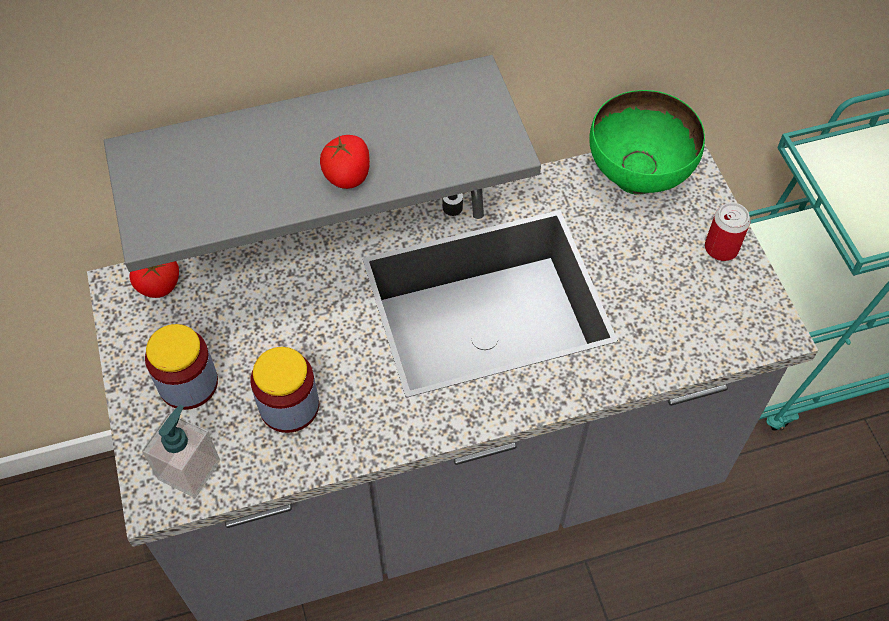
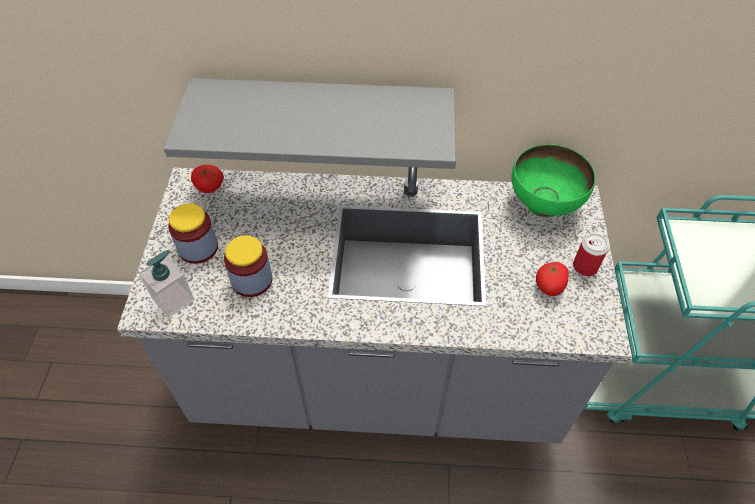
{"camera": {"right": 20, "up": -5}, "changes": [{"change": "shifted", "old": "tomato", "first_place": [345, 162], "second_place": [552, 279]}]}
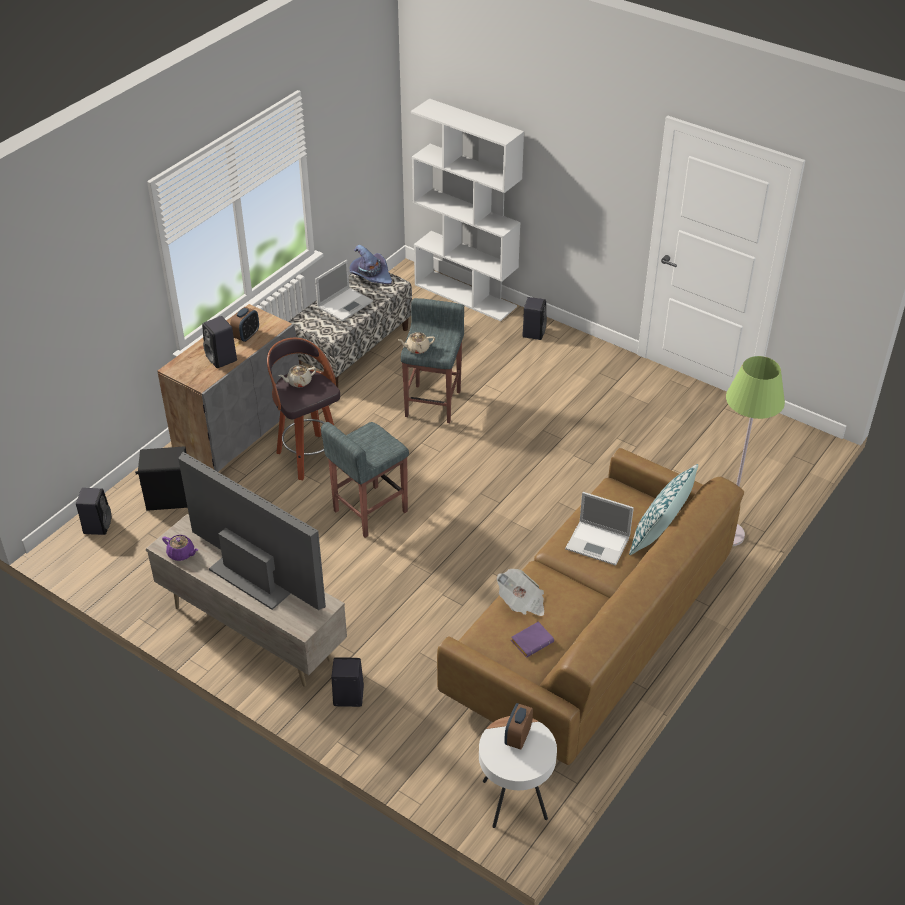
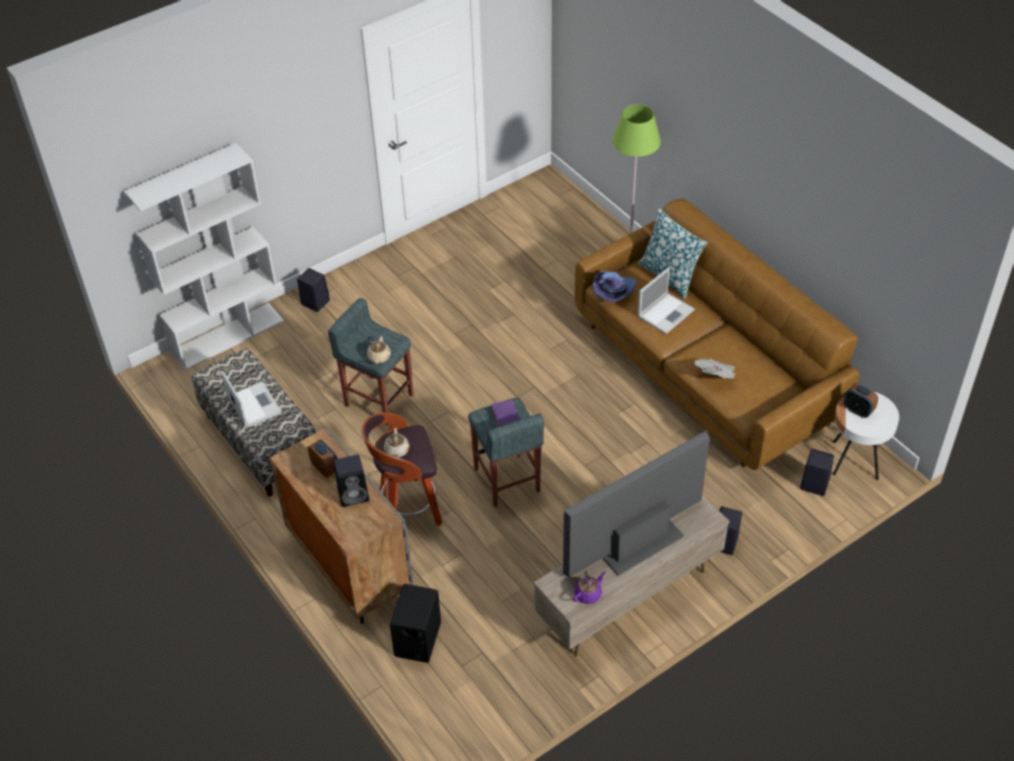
{"camera": {"right": -70, "up": 5}, "changes": [{"change": "shifted", "old": "blackish speaker", "first_place": [94, 511], "second_place": [817, 472]}, {"change": "shifted", "old": "purple hat", "first_place": [371, 265], "second_place": [615, 286]}, {"change": "shifted", "old": "purple bound book", "first_place": [532, 640], "second_place": [505, 413]}]}
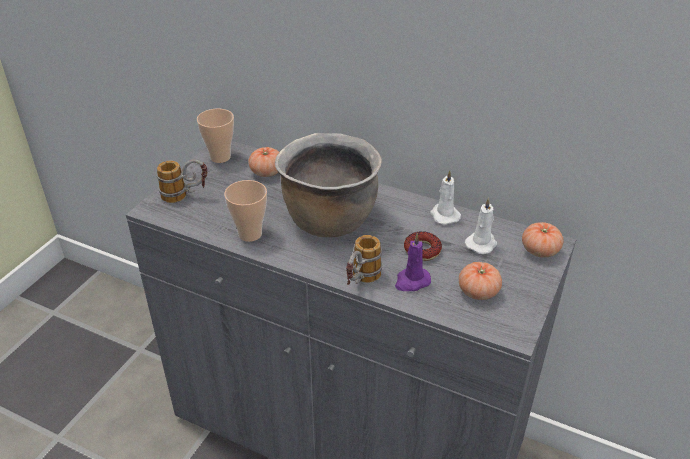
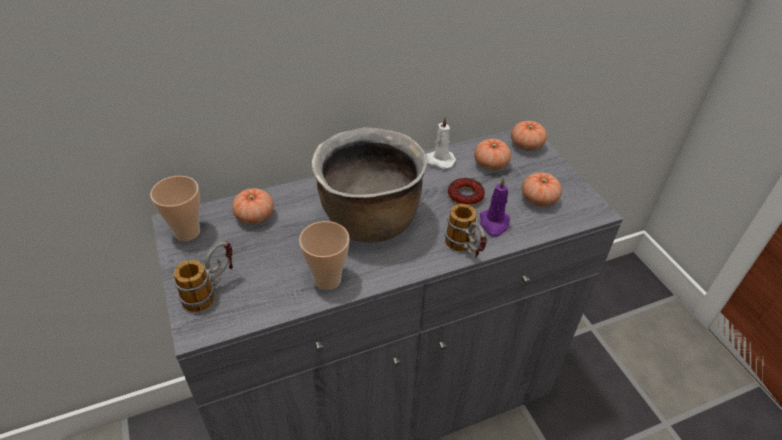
{"camera": {"right": -50, "up": 5}, "changes": [{"change": "swapped", "old": "whitish wax light", "new": "tomato", "first_place": [481, 226], "second_place": [492, 154]}]}
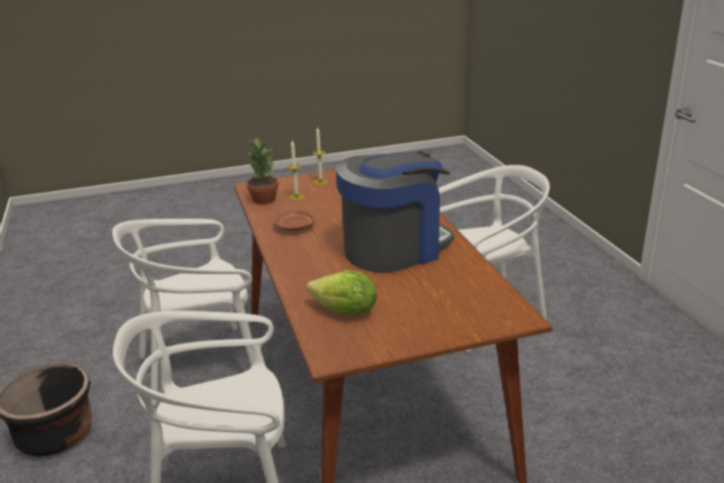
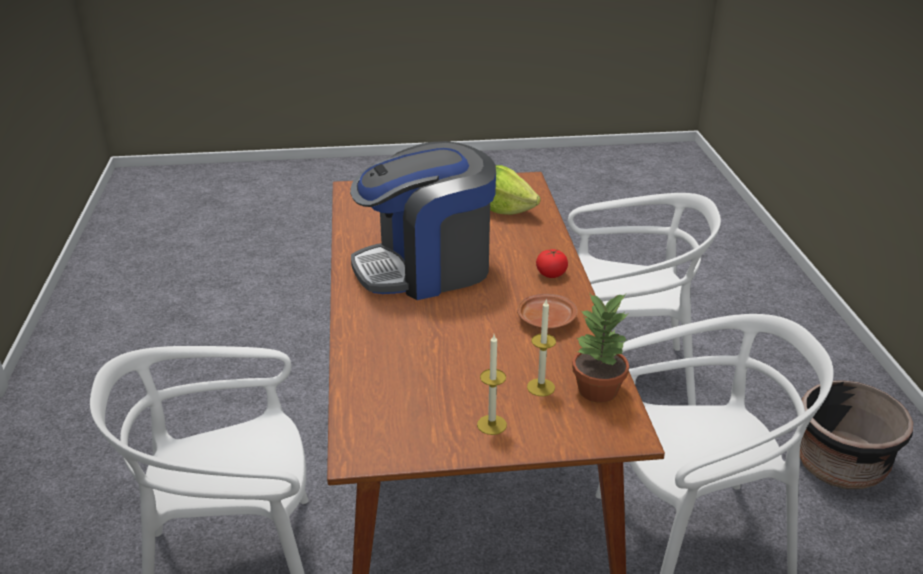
{"camera": {"right": -170, "up": 5}, "changes": [{"change": "new", "new": "tomato", "second_place": [552, 263]}]}
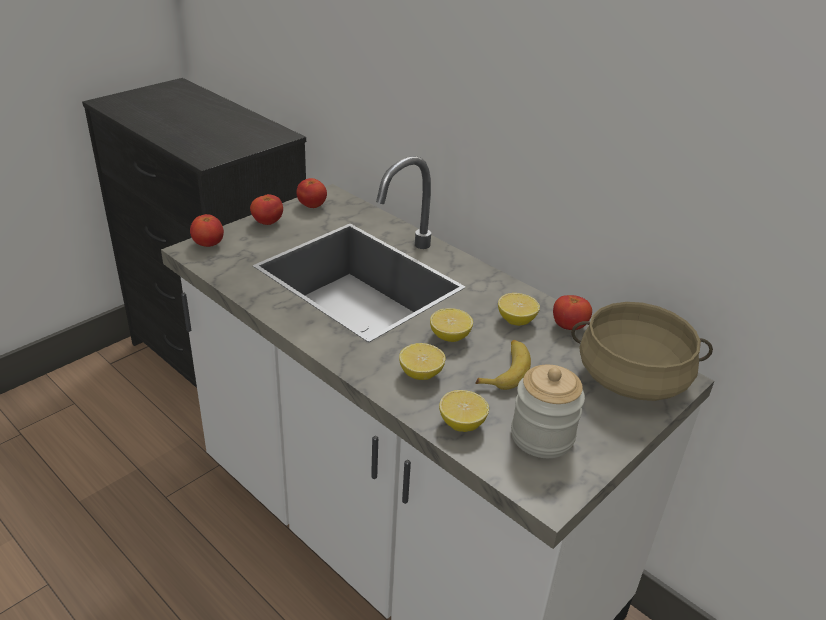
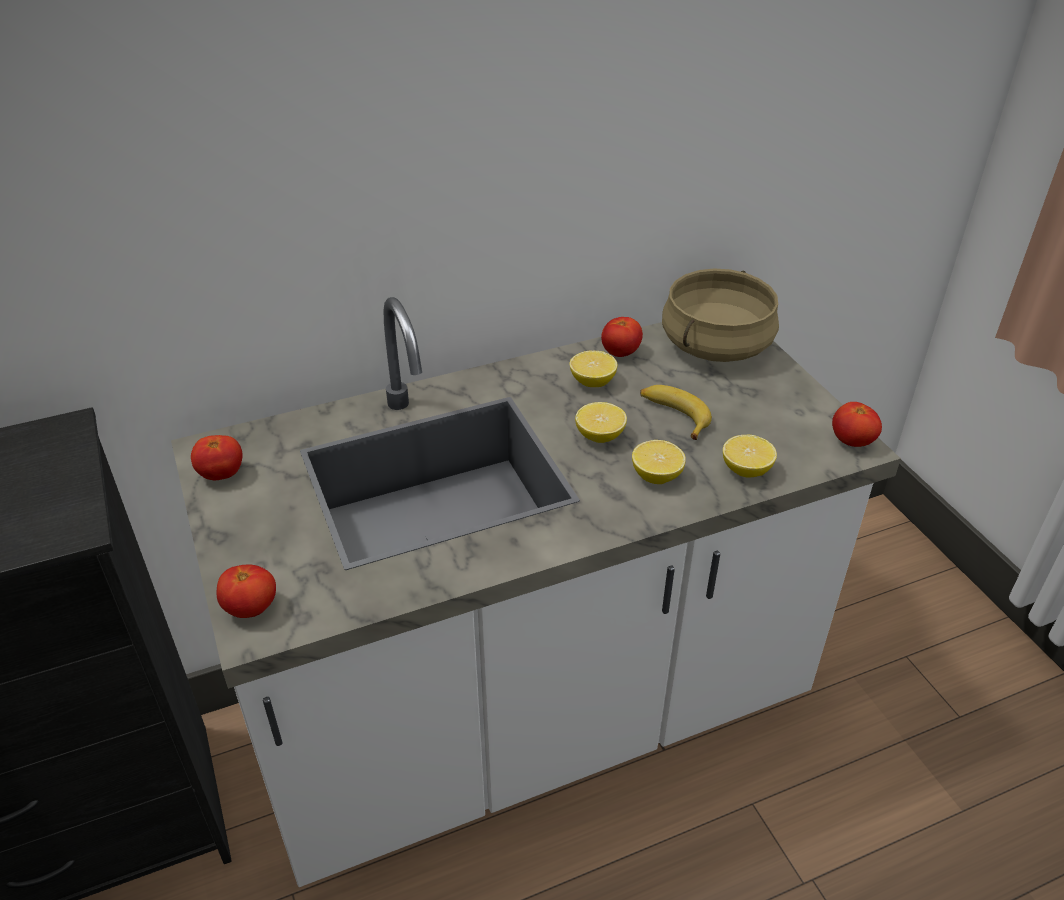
{"camera": {"right": -65, "up": 5}, "changes": [{"change": "shifted", "old": "tomato", "first_place": [266, 209], "second_place": [857, 424]}, {"change": "gone", "old": "preserve jar", "first_place": [548, 411]}]}
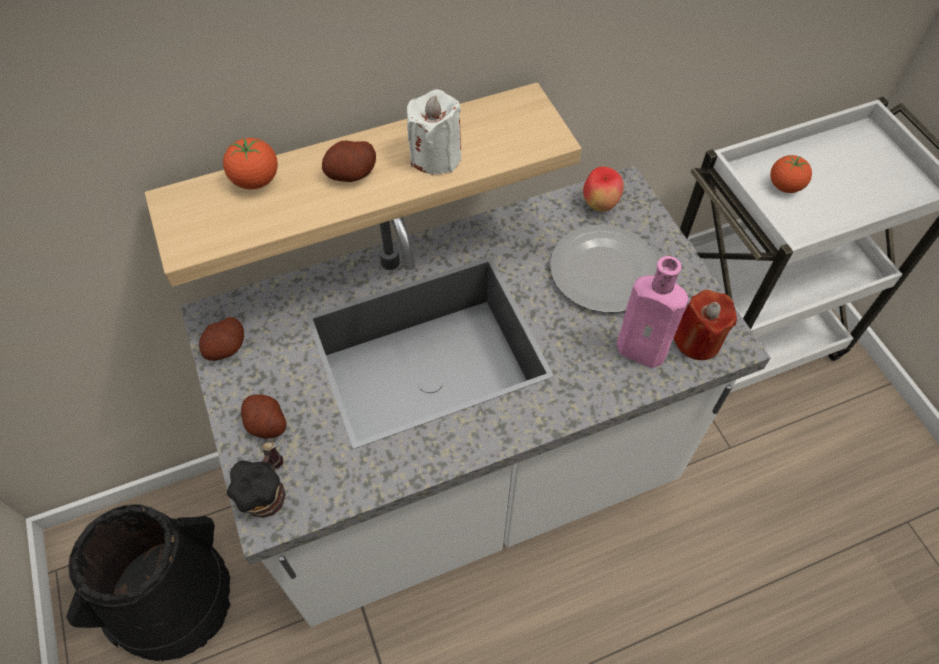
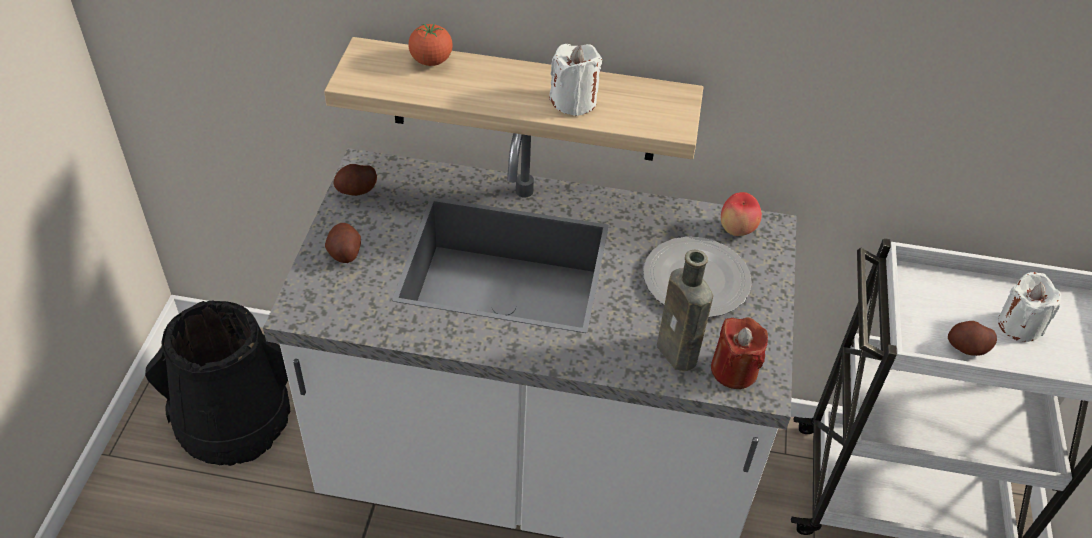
{"camera": {"right": 30, "up": -10}, "changes": [{"change": "gone", "old": "tea mug", "first_place": [256, 479]}, {"change": "shifted", "old": "spud", "first_place": [349, 161], "second_place": [972, 338]}, {"change": "repainted", "old": "pinkish drink bottle", "new": "brownish drink bottle", "first_place": [652, 312], "second_place": [685, 310]}, {"change": "gone", "old": "tomato", "first_place": [791, 174]}, {"change": "new", "new": "whitish wax light", "second_place": [1029, 307]}]}
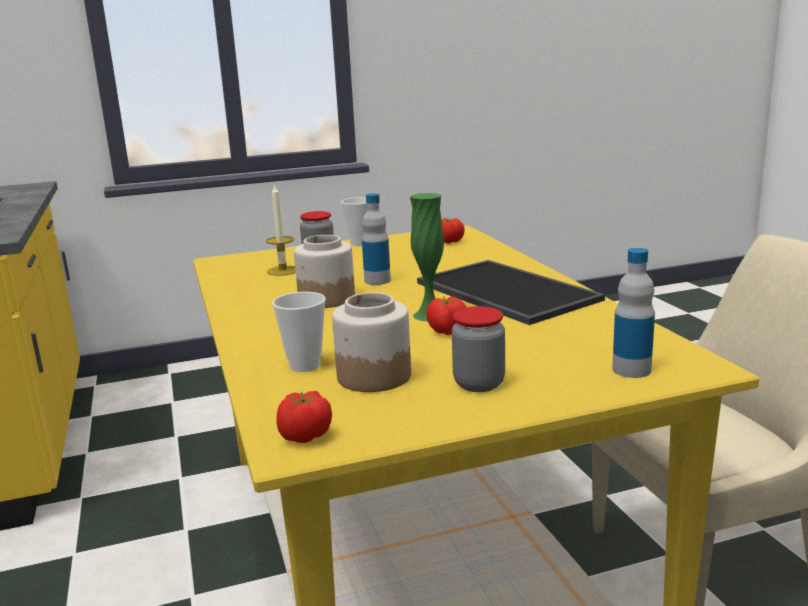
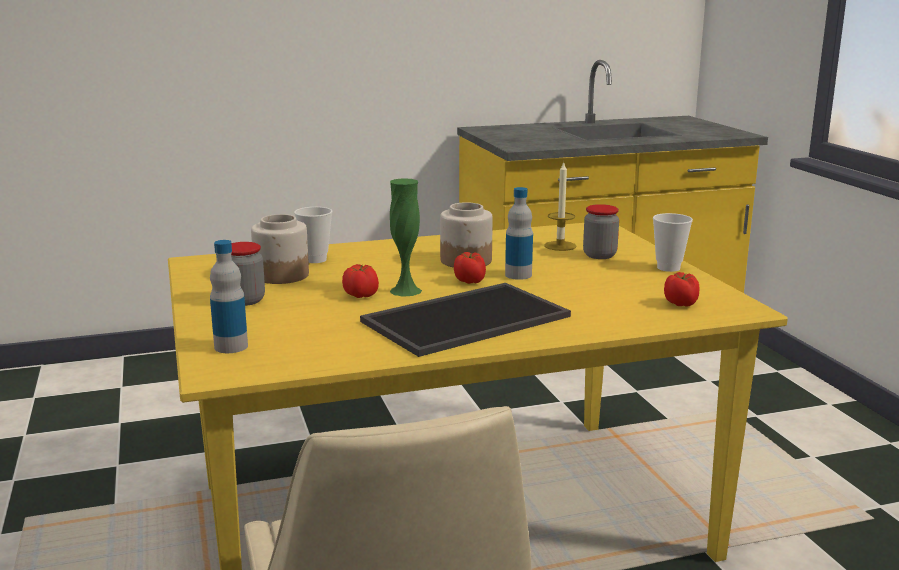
{"camera": {"right": 90, "up": 0}, "changes": [{"change": "shifted", "old": "tomato", "first_place": [304, 417], "second_place": [470, 268]}]}
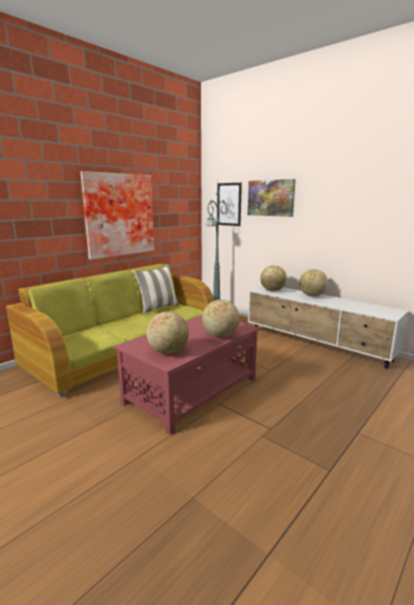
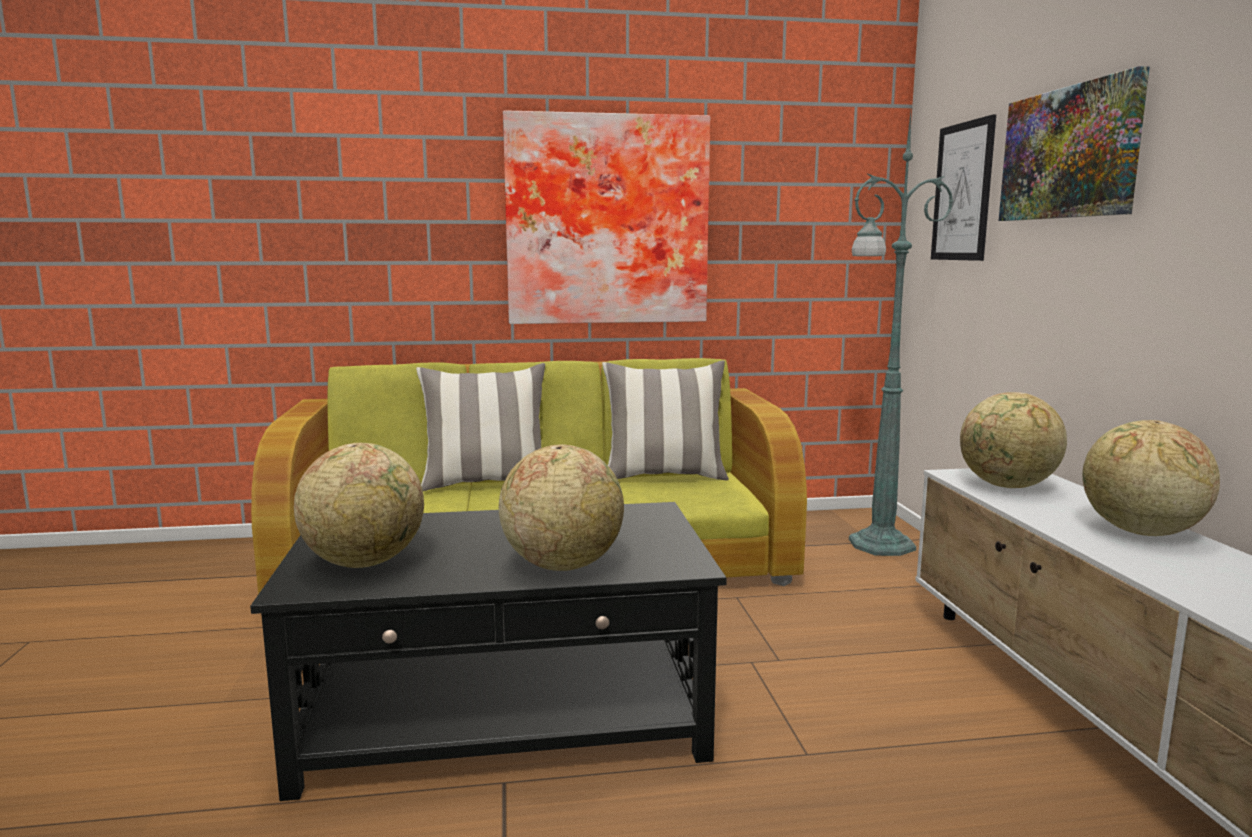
{"camera": {"right": 40, "up": -5}, "changes": [{"change": "repainted", "old": "reddish lounge table", "new": "blackish lounge table", "first_place": [187, 375], "second_place": [488, 651]}, {"change": "new", "new": "cushion", "second_place": [480, 427]}]}
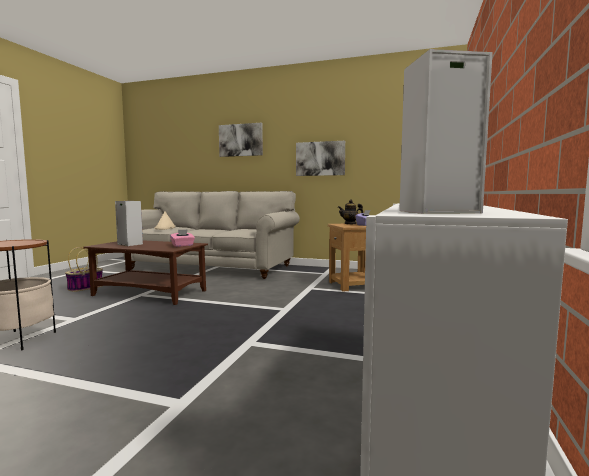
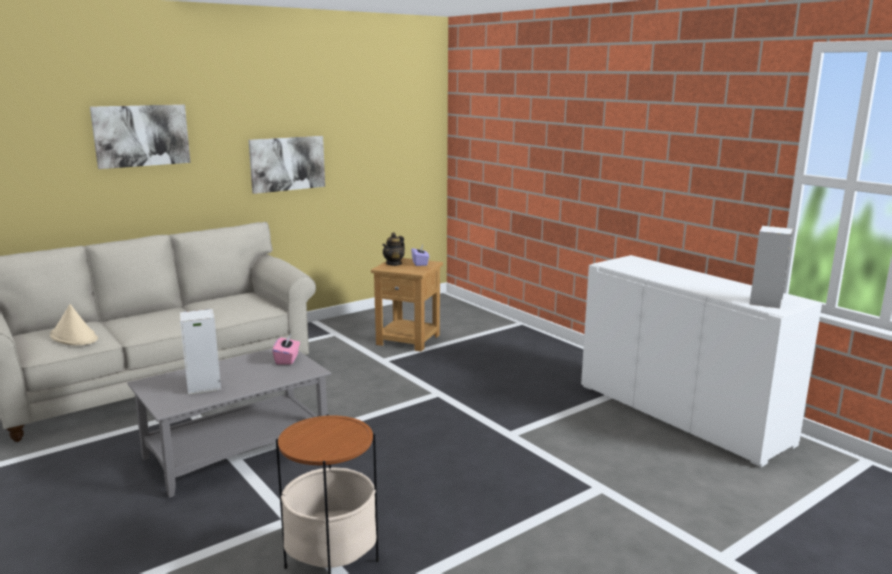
{"camera": {"right": -55, "up": 10}, "changes": [{"change": "gone", "old": "storage basket", "first_place": [84, 269]}, {"change": "repainted", "old": "brownish lounge table", "new": "gray lounge table", "first_place": [145, 272], "second_place": [229, 423]}]}
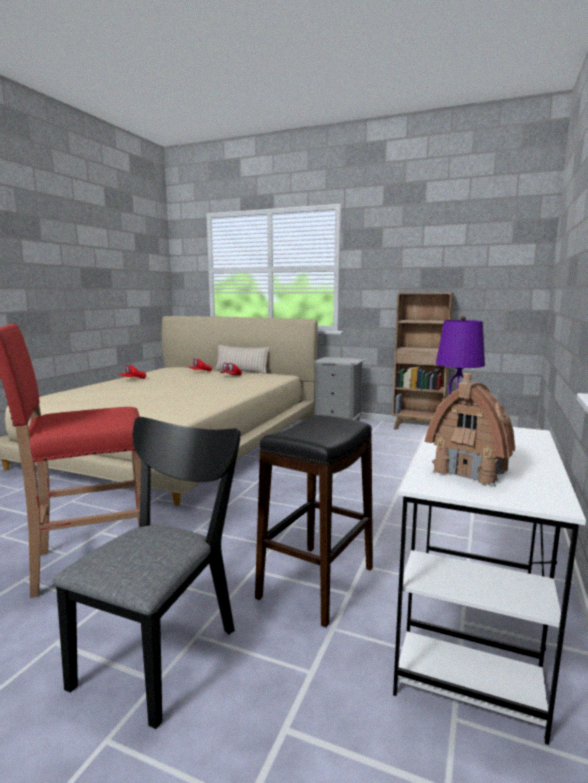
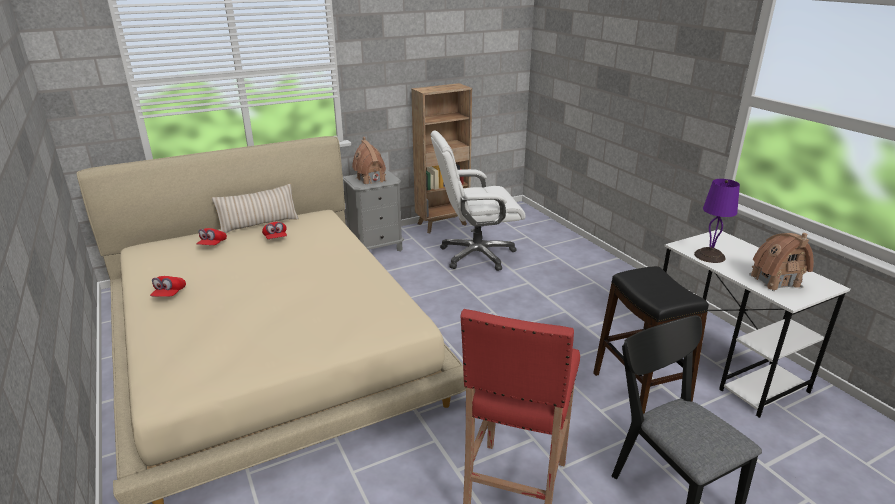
{"camera": {"right": -50, "up": 15}, "changes": [{"change": "new", "new": "toy house", "second_place": [369, 160]}, {"change": "new", "new": "whitish computer chair", "second_place": [478, 200]}]}
